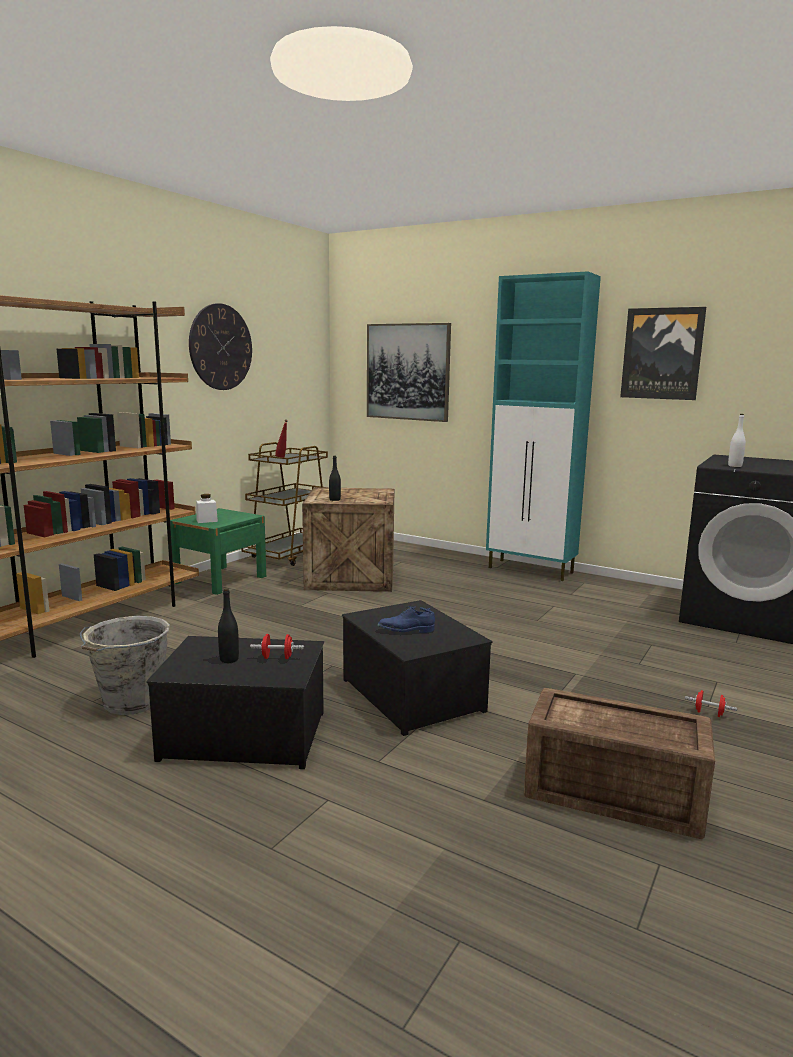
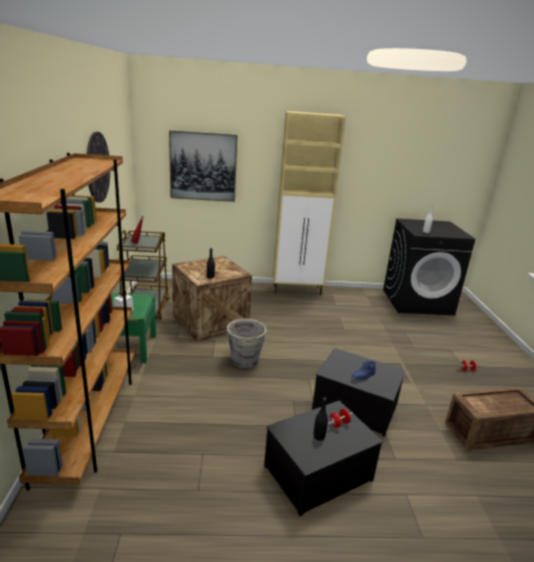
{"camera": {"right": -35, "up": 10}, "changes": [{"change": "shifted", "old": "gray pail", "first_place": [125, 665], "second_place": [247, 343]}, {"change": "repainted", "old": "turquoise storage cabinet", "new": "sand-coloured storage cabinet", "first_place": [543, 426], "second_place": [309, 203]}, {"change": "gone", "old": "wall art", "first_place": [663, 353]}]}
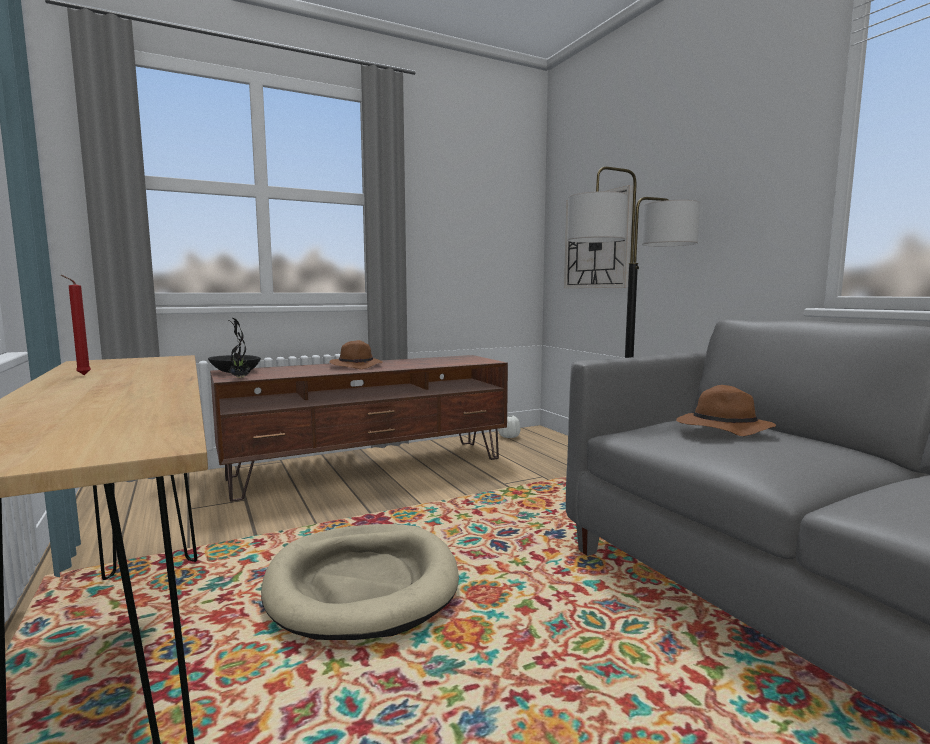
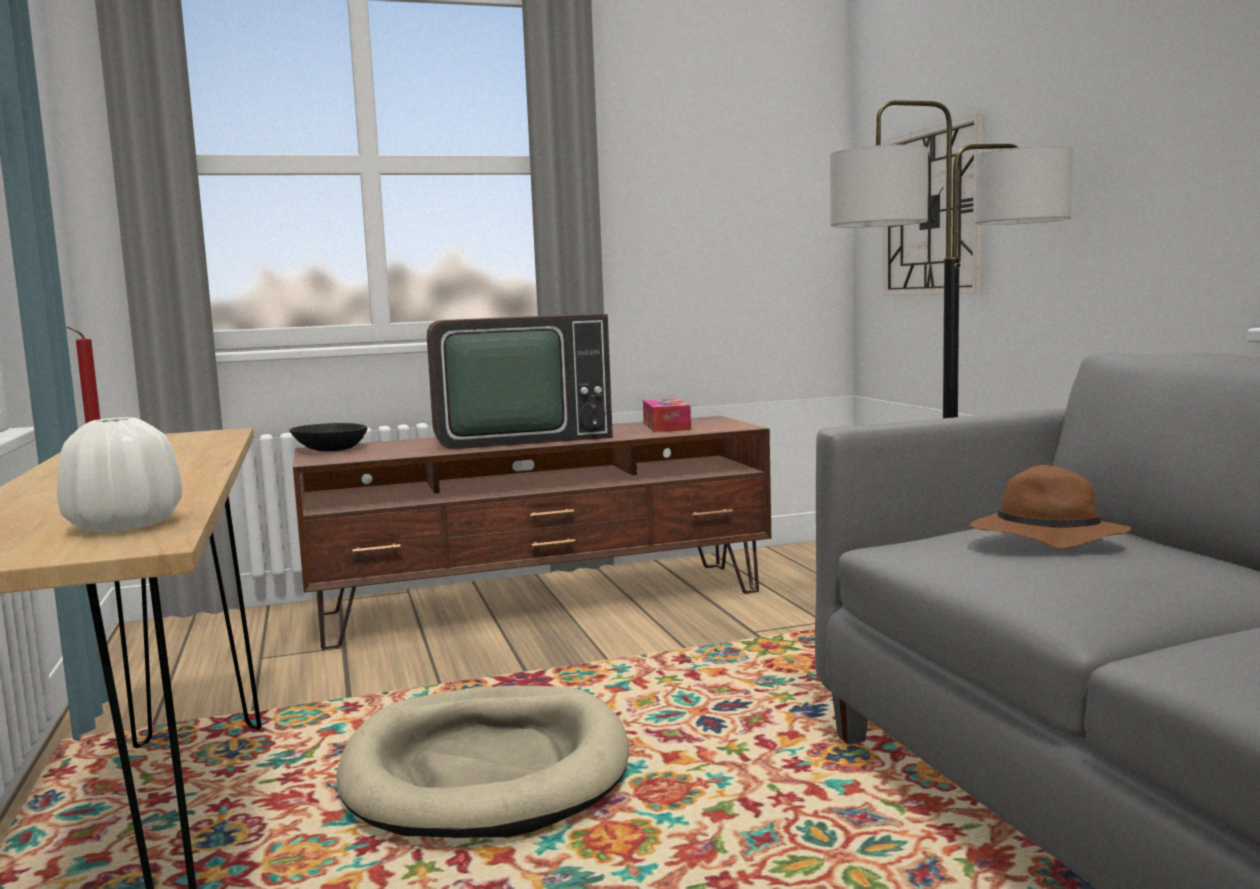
{"camera": {"right": 10, "up": 0}, "changes": [{"change": "gone", "old": "plant in a pot", "first_place": [240, 348]}, {"change": "swapped", "old": "brownish hat", "new": "television", "first_place": [356, 354], "second_place": [520, 381]}, {"change": "shifted", "old": "whitish decorative vase", "first_place": [509, 426], "second_place": [119, 474]}, {"change": "new", "new": "box of tissues", "second_place": [667, 415]}]}
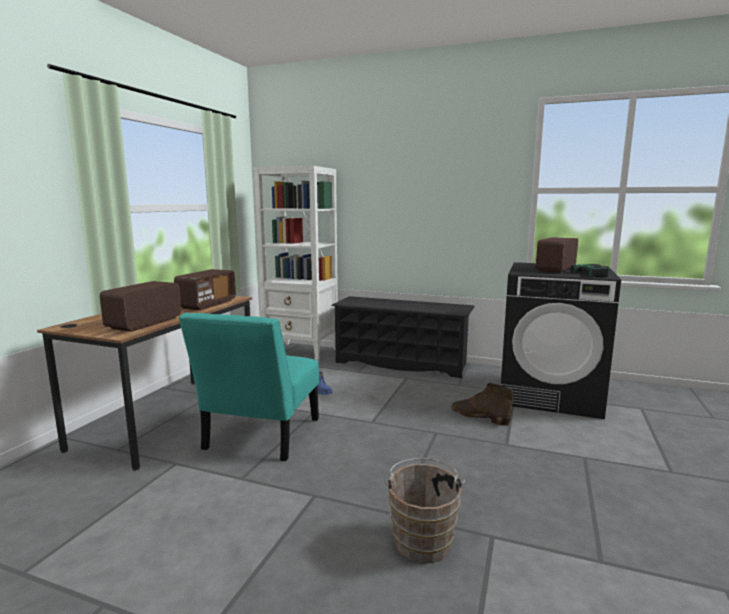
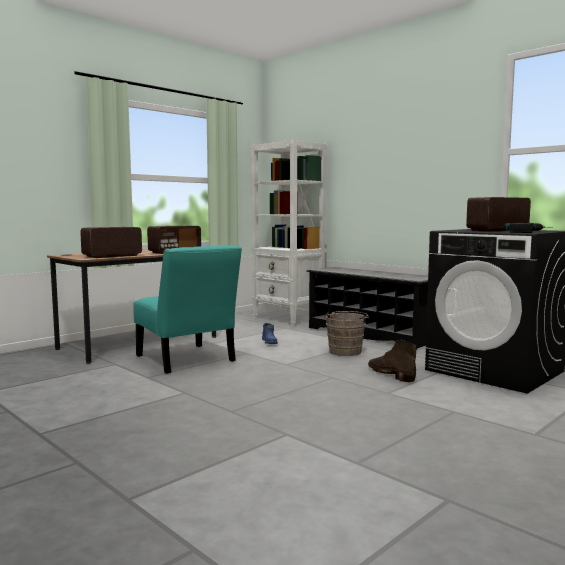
{"camera": {"right": 25, "up": -5}, "changes": [{"change": "rotated", "old": "turquoise plain chair", "first_place": [249, 387], "second_place": [187, 310], "degrees": -75}, {"change": "shifted", "old": "brownish pail", "first_place": [424, 510], "second_place": [347, 333]}]}
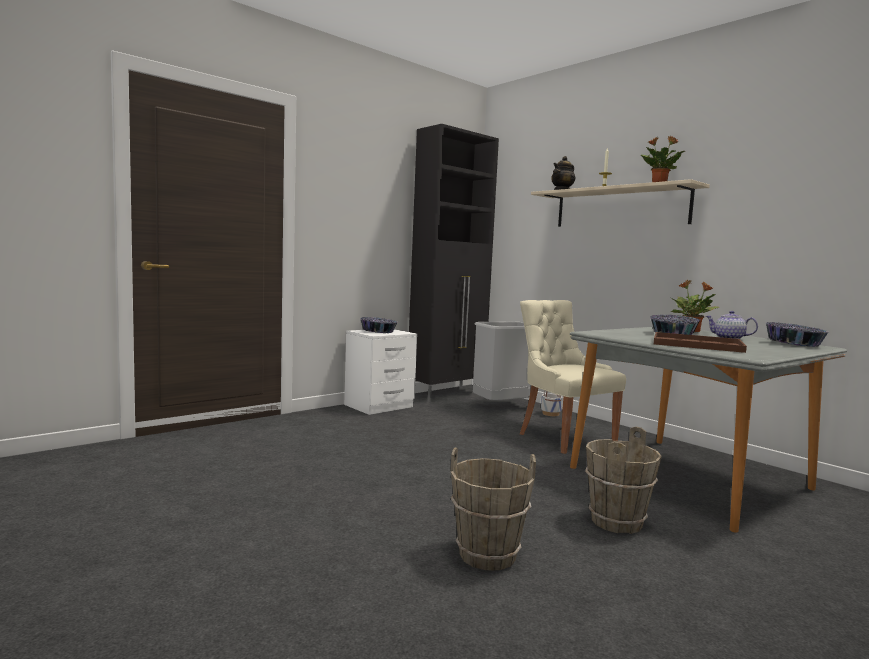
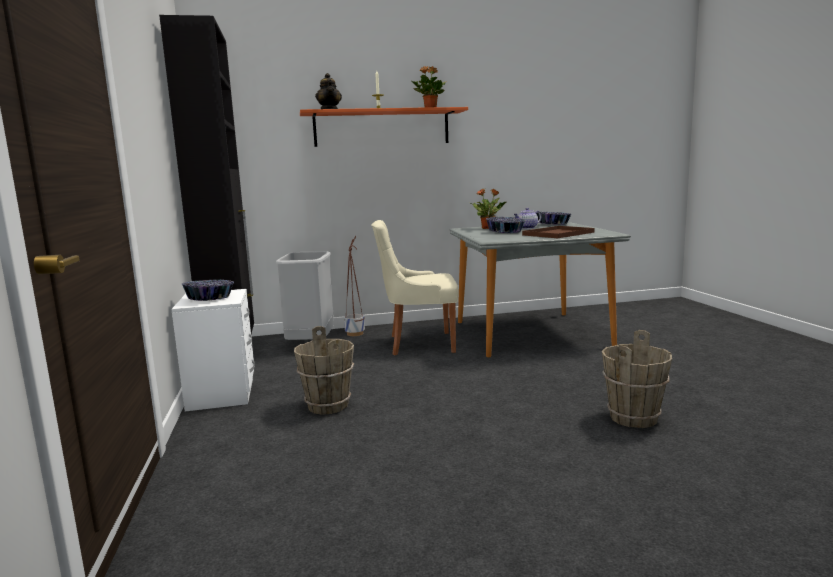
{"camera": {"right": -60, "up": 5}, "changes": [{"change": "repainted", "old": "sand-coloured bracket shelf", "new": "orangey bracket shelf", "first_place": [620, 203], "second_place": [384, 127]}, {"change": "shifted", "old": "brownish pail", "first_place": [623, 480], "second_place": [324, 370]}]}
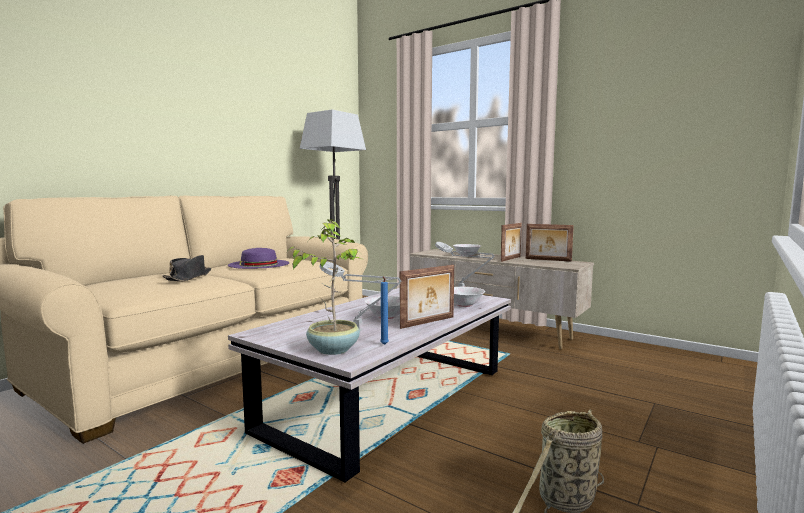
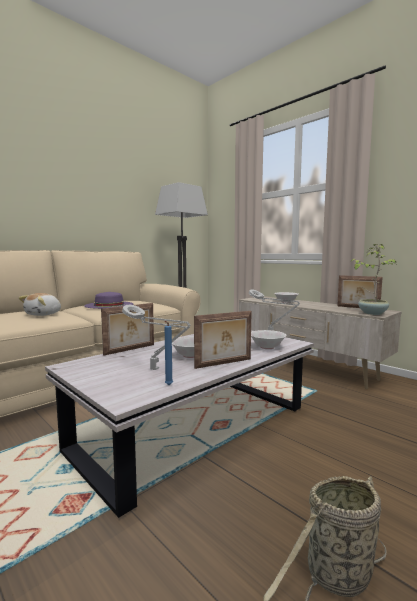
{"camera": {"right": 10, "up": 0}, "changes": [{"change": "swapped", "old": "blackish hat", "new": "plush toy", "first_place": [186, 268], "second_place": [40, 304]}, {"change": "shifted", "old": "plant in a pot", "first_place": [325, 287], "second_place": [373, 279]}, {"change": "shifted", "old": "picture frame", "first_place": [511, 242], "second_place": [127, 329]}]}
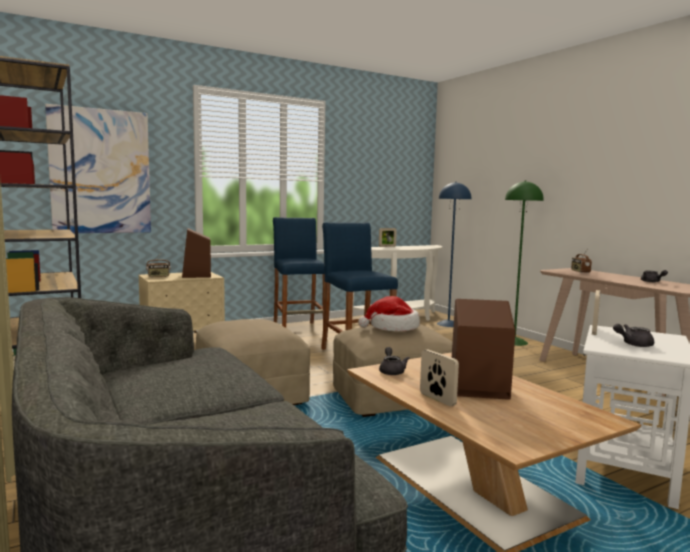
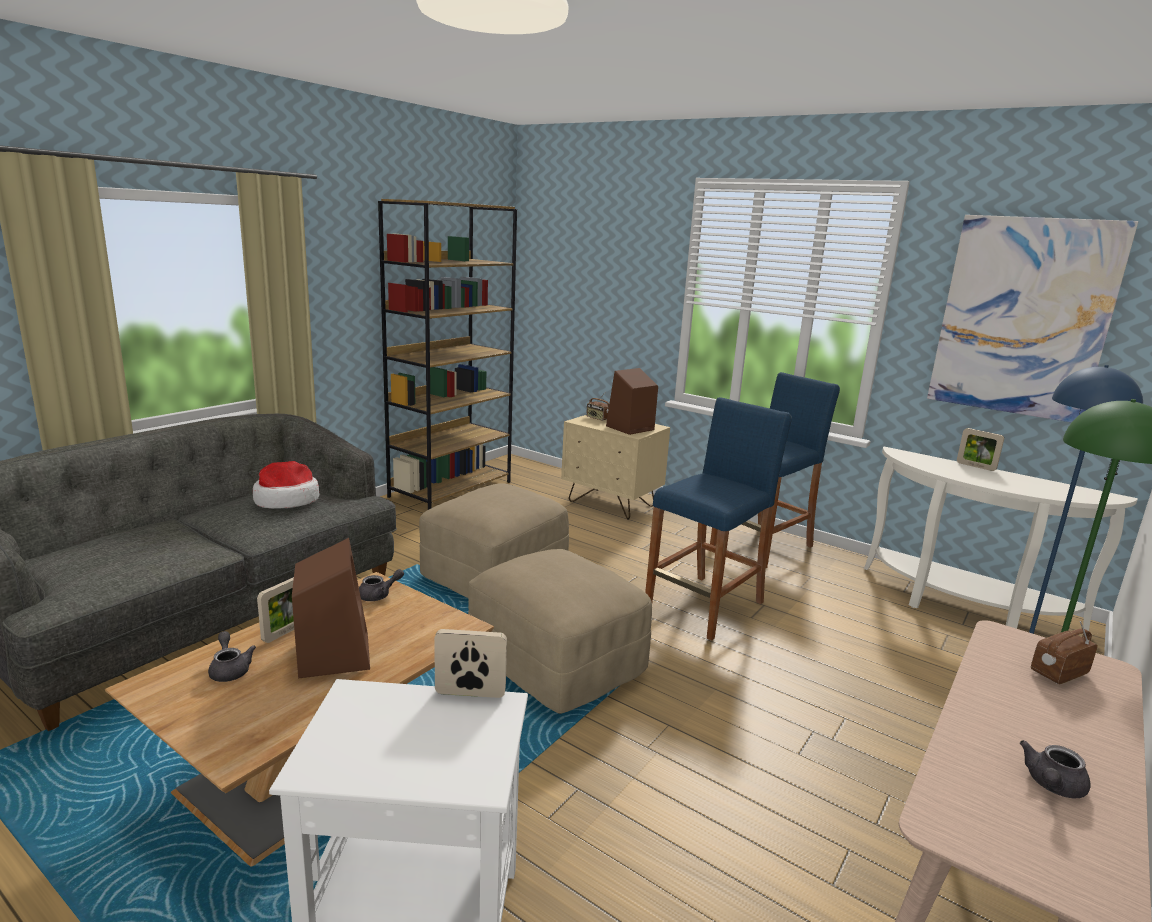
{"camera": {"right": 65, "up": 10}, "changes": [{"change": "shifted", "old": "wall art", "first_place": [98, 168], "second_place": [1032, 319]}, {"change": "shifted", "old": "hat", "first_place": [389, 313], "second_place": [286, 485]}, {"change": "shifted", "old": "gray teapot", "first_place": [633, 335], "second_place": [232, 656]}]}
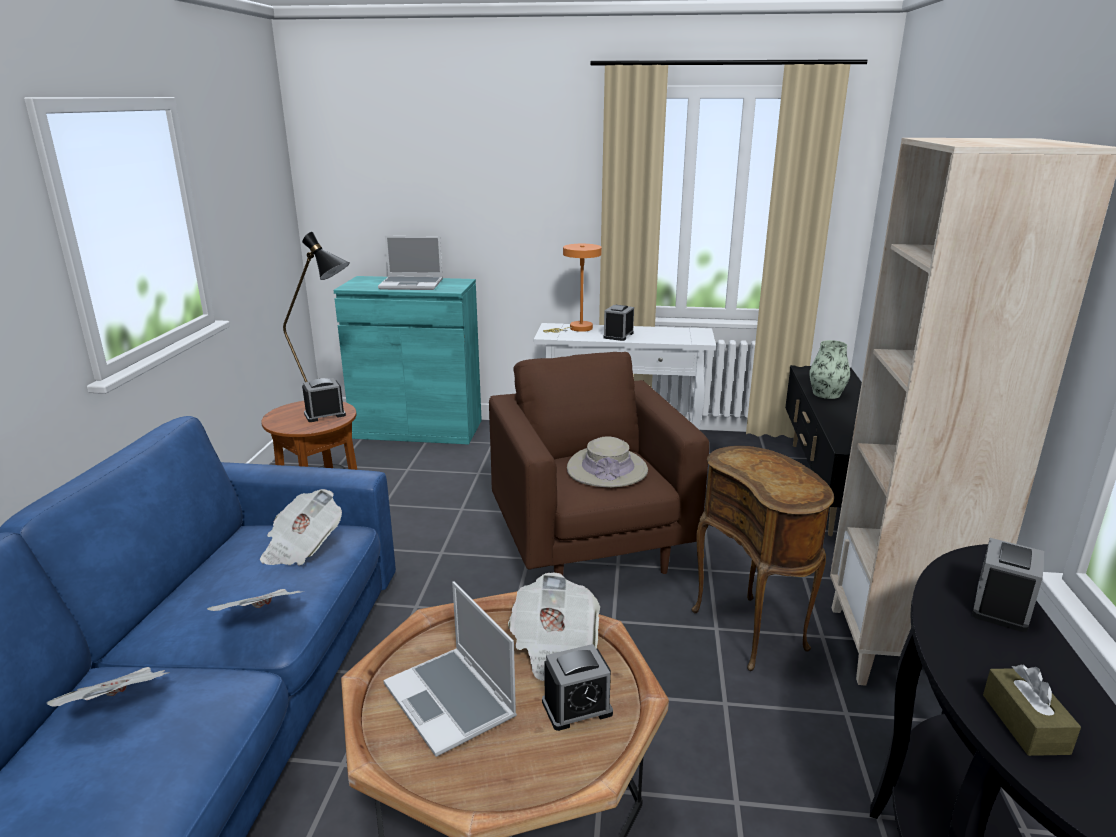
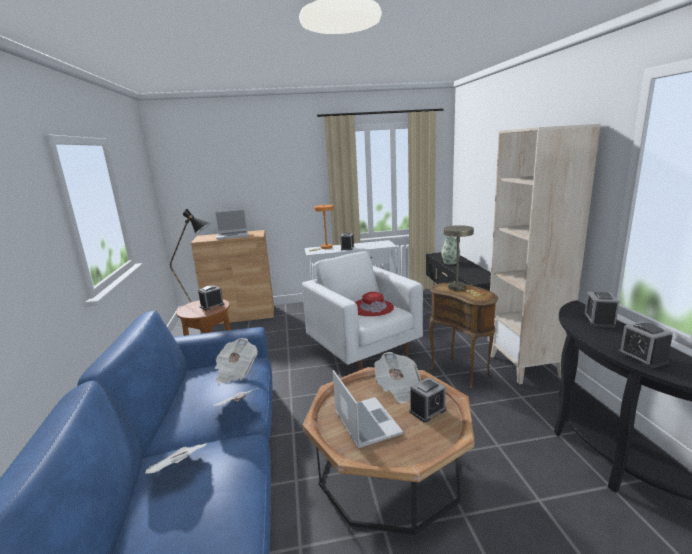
{"camera": {"right": -15, "up": -5}, "changes": [{"change": "repainted", "old": "turquoise storage cabinet", "new": "brownish storage cabinet", "first_place": [408, 360], "second_place": [232, 277]}, {"change": "rotated", "old": "laptop", "first_place": [450, 669], "second_place": [368, 409], "degrees": -150}, {"change": "repainted", "old": "brownish armchair", "new": "whitish armchair", "first_place": [599, 463], "second_place": [362, 311]}, {"change": "repainted", "old": "sand-coloured hat", "new": "reddish hat", "first_place": [607, 462], "second_place": [374, 304]}, {"change": "swapped", "old": "brownish box of tissues", "new": "alarm clock", "first_place": [1032, 710], "second_place": [645, 345]}, {"change": "new", "new": "sand-coloured table lamp", "second_place": [462, 260]}]}
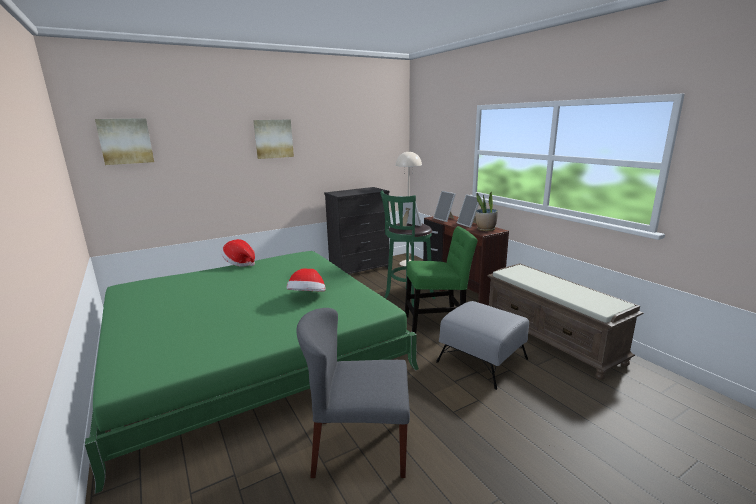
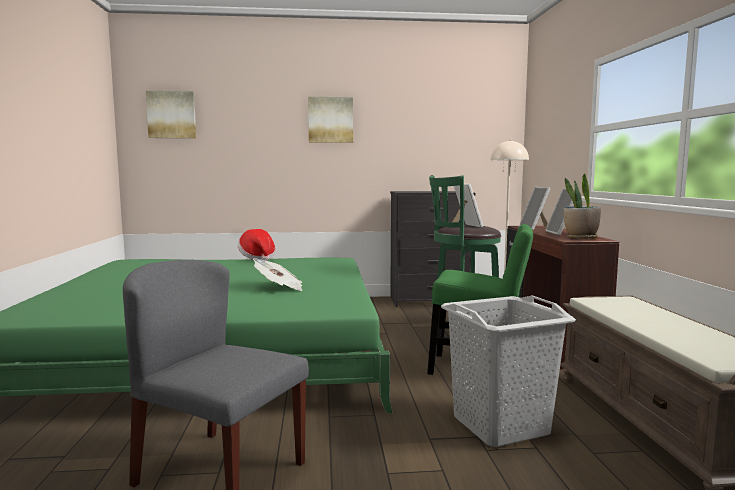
{"camera": {"right": 25, "up": -10}, "changes": [{"change": "swapped", "old": "hat", "new": "daily paper", "first_place": [306, 280], "second_place": [277, 274]}, {"change": "swapped", "old": "gray footrest", "new": "gray hamper", "first_place": [482, 345], "second_place": [508, 371]}]}
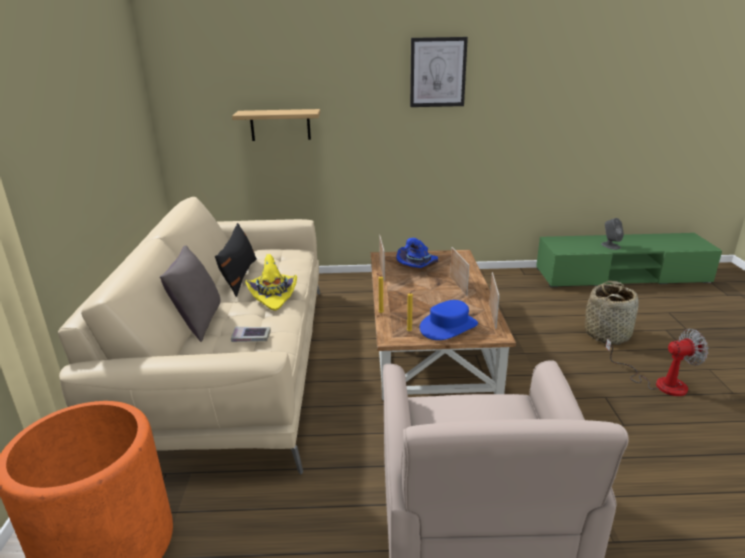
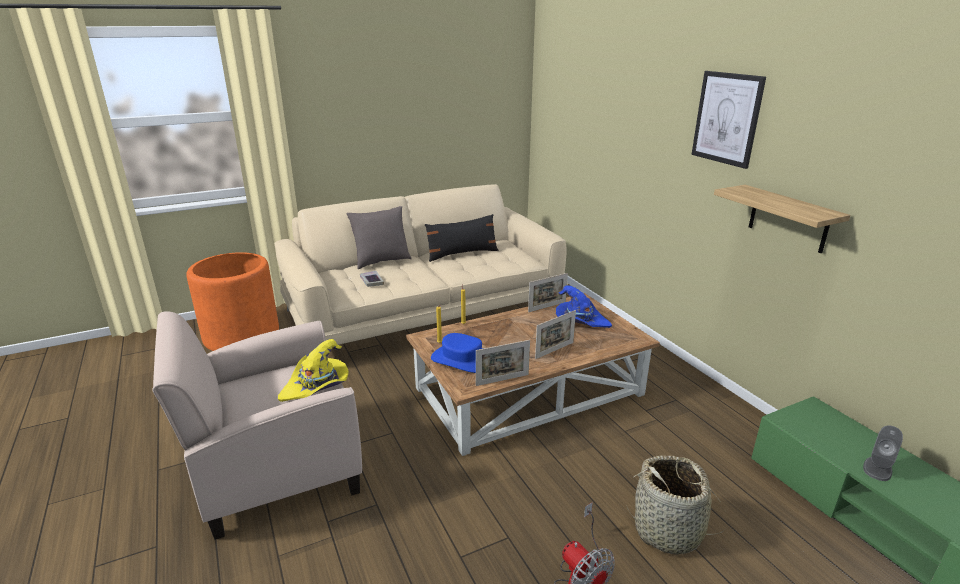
{"camera": {"right": 65, "up": 0}, "changes": [{"change": "shifted", "old": "bracket shelf", "first_place": [276, 125], "second_place": [782, 219]}, {"change": "shifted", "old": "yellow-coloured hat", "first_place": [271, 282], "second_place": [313, 370]}]}
